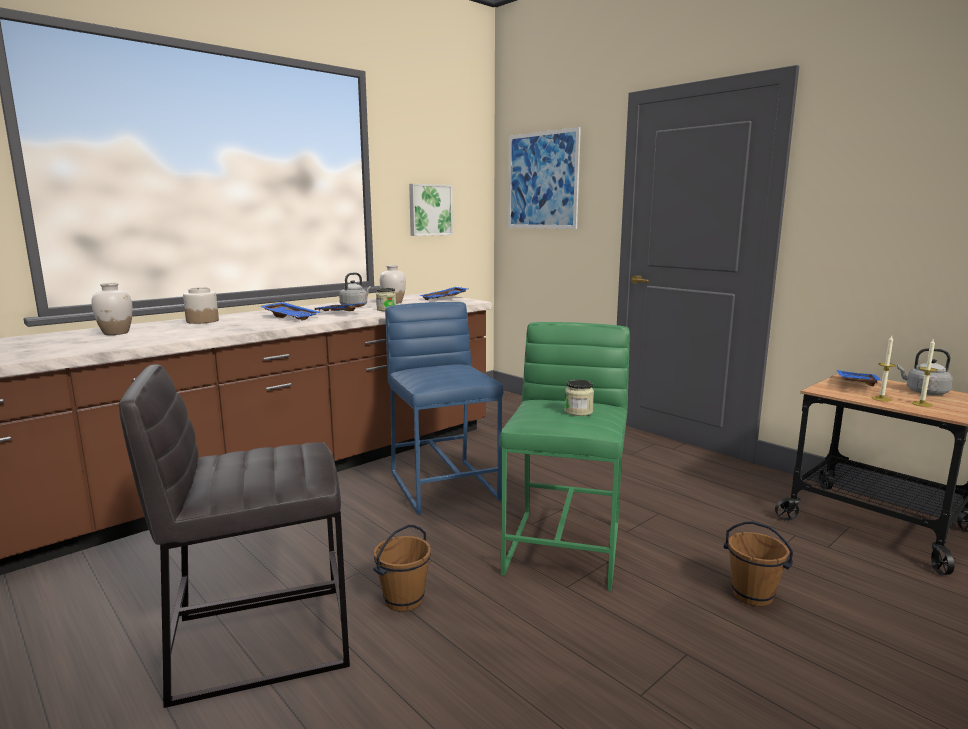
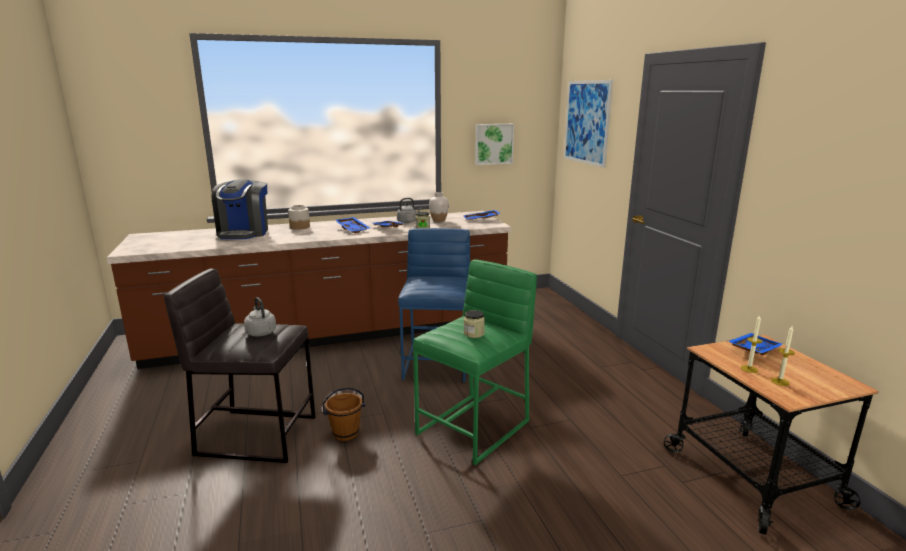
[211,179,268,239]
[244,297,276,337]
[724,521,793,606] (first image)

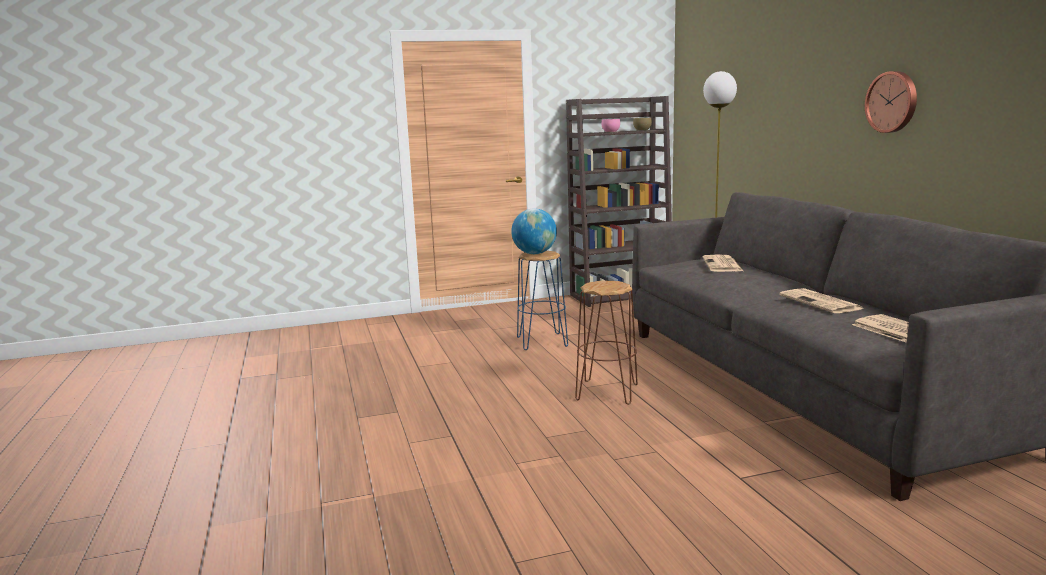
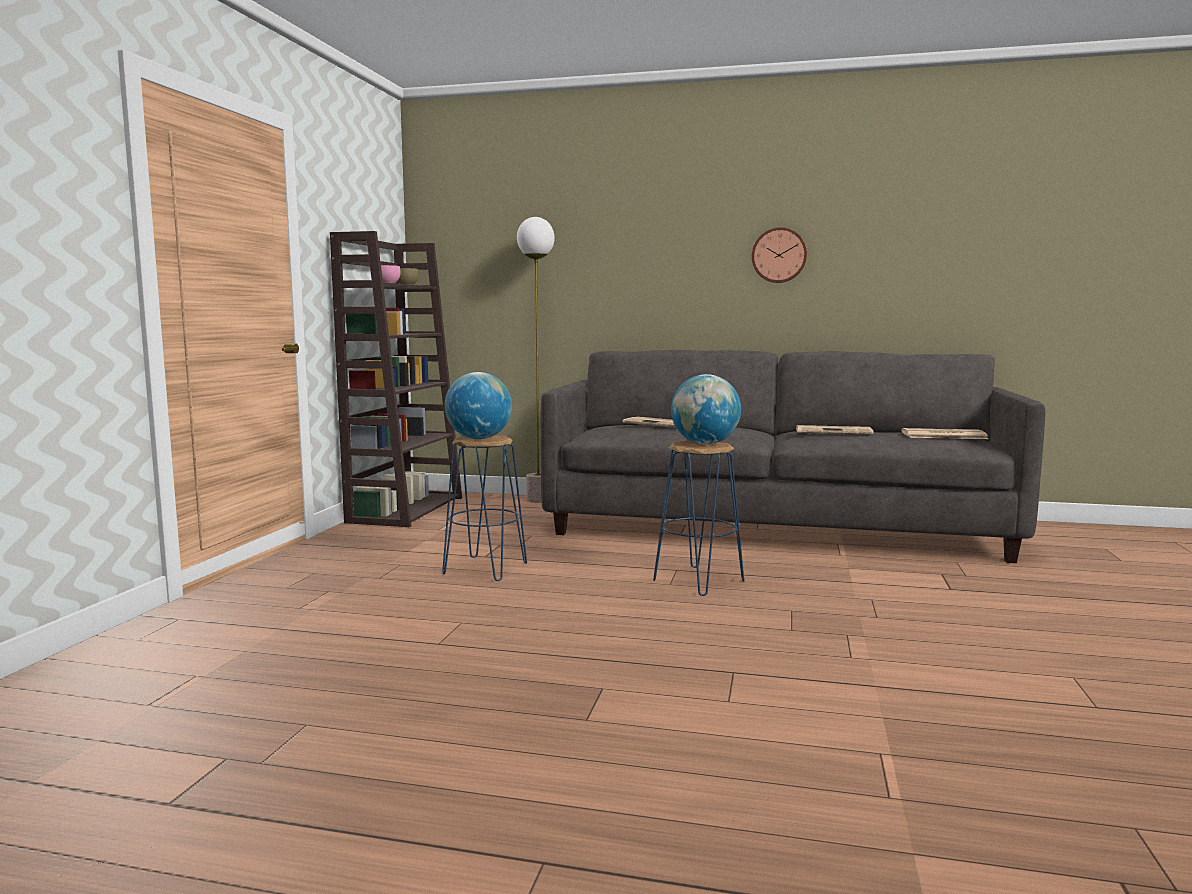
[653,441,745,596]
[671,374,741,444]

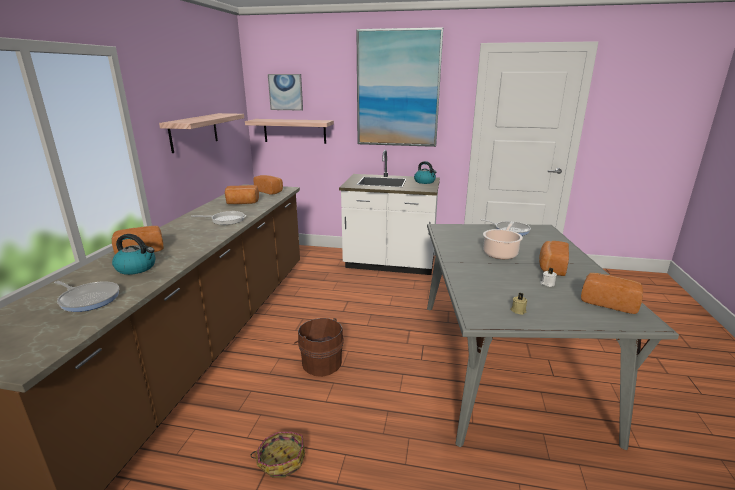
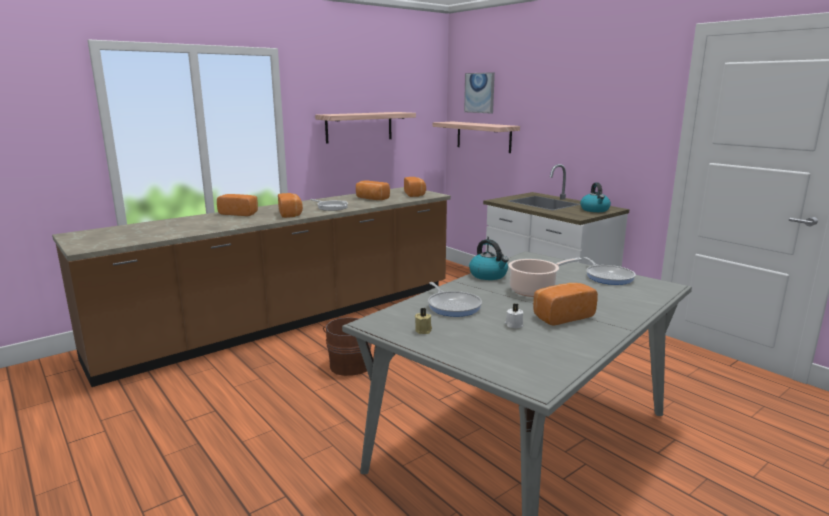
[278,193,303,218]
[428,282,482,317]
[469,239,509,280]
[250,432,305,477] (first image)
[356,27,443,147] (first image)

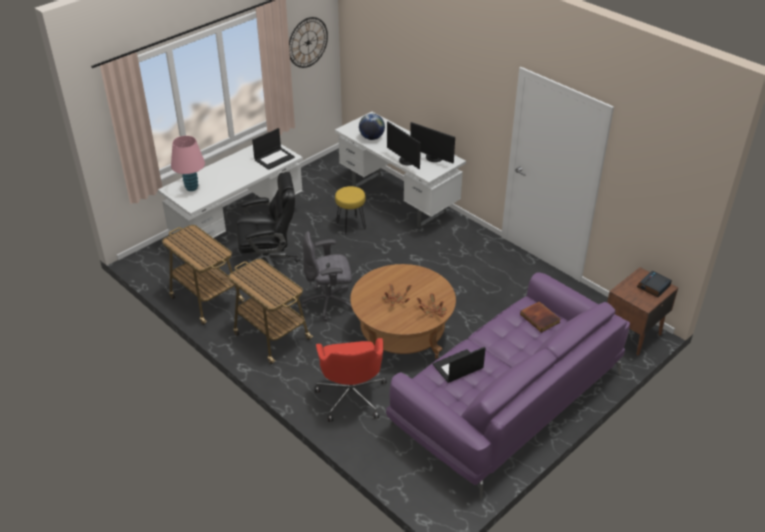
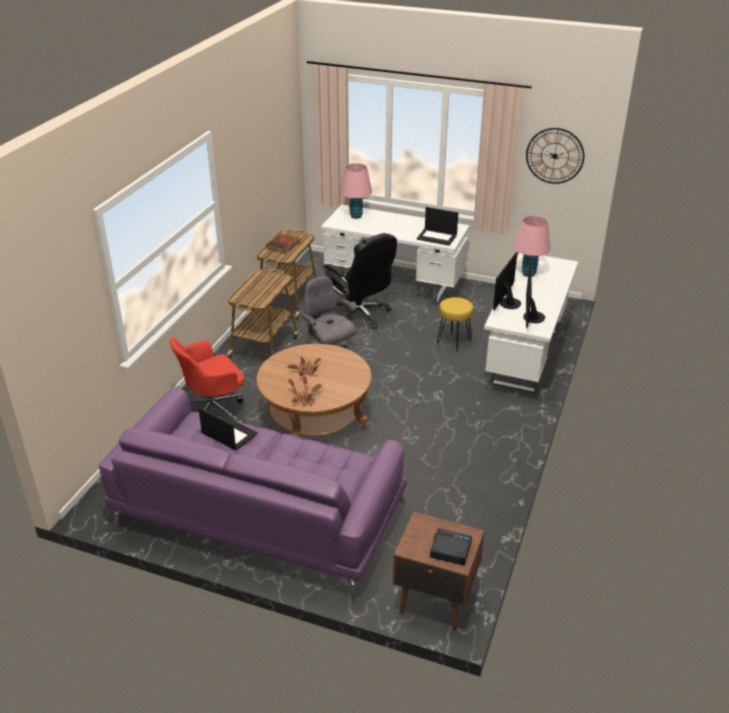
[266,233,300,254]
[514,216,550,277]

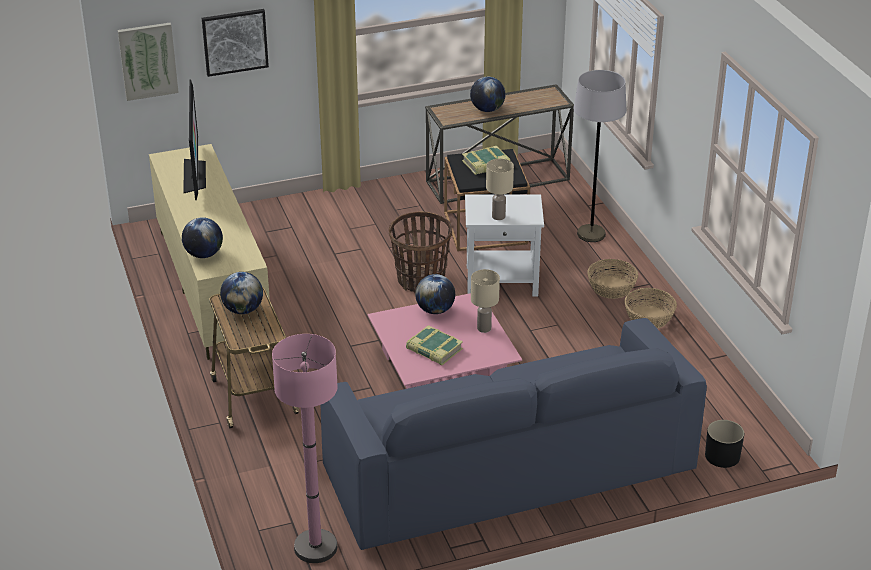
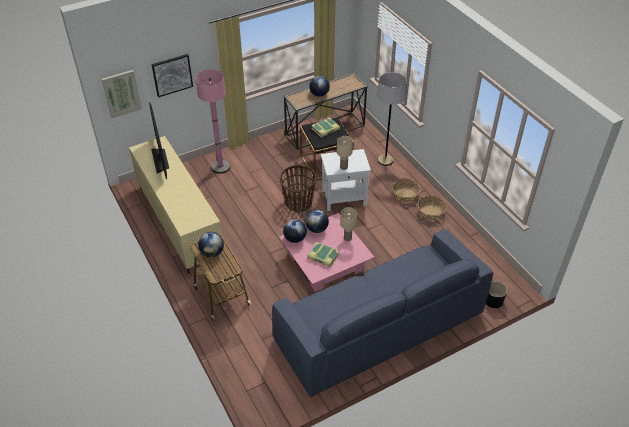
[196,69,230,174]
[283,219,307,243]

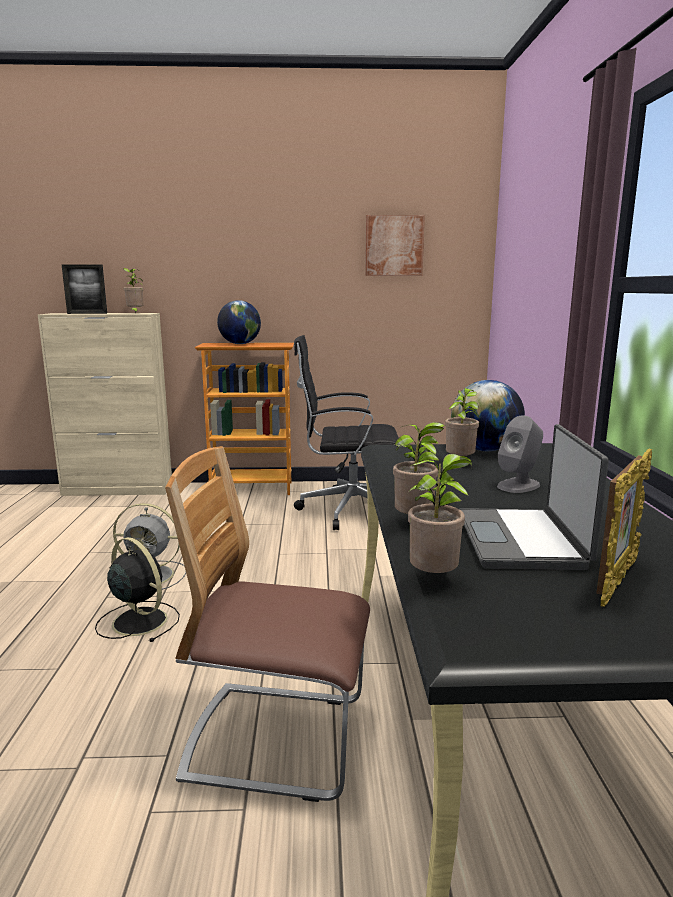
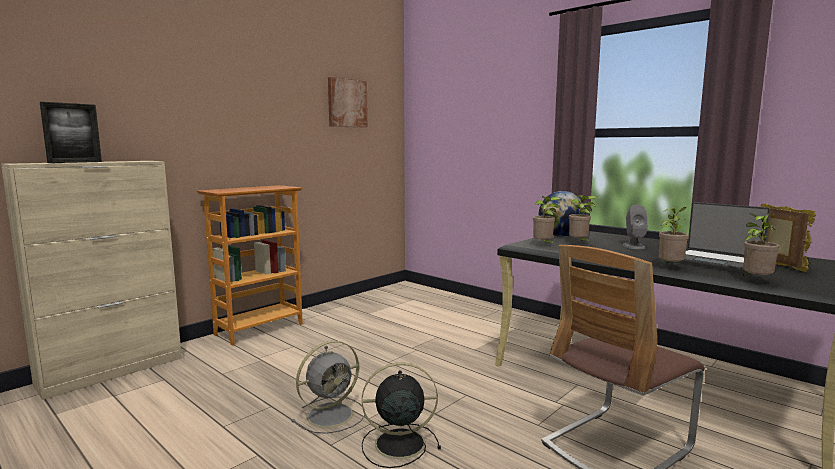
[533,196,561,244]
[217,300,261,344] (first image)
[294,335,399,530] (first image)

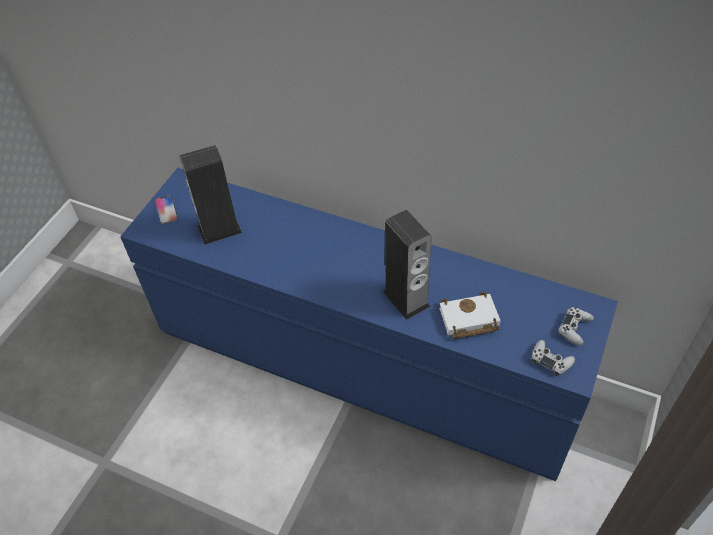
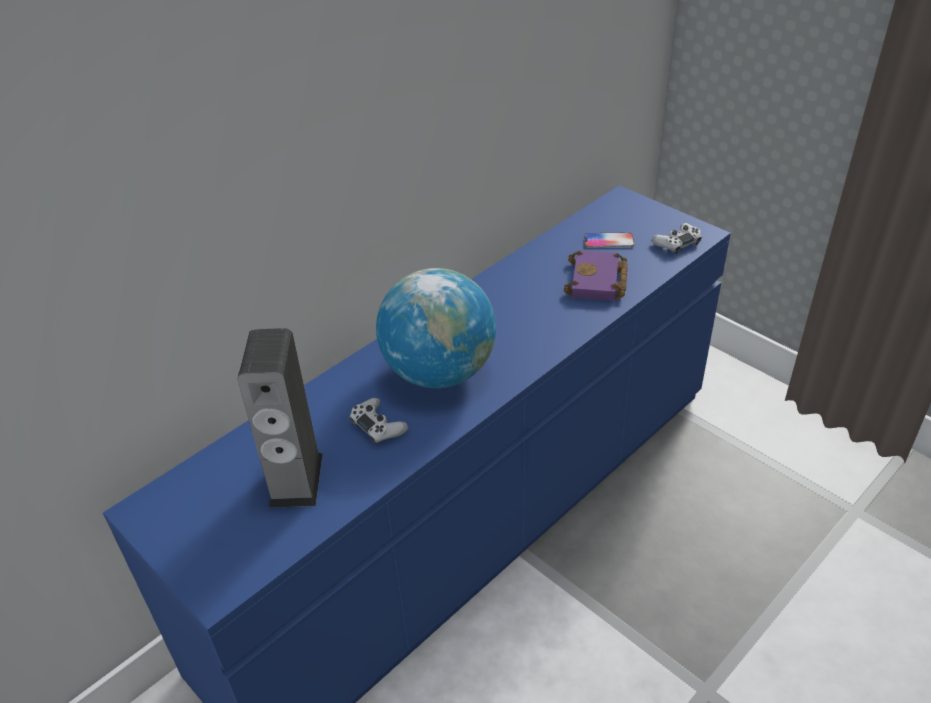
[350,398,408,444]
[376,268,496,388]
[564,250,628,301]
[584,233,634,248]
[383,210,432,320] (first image)

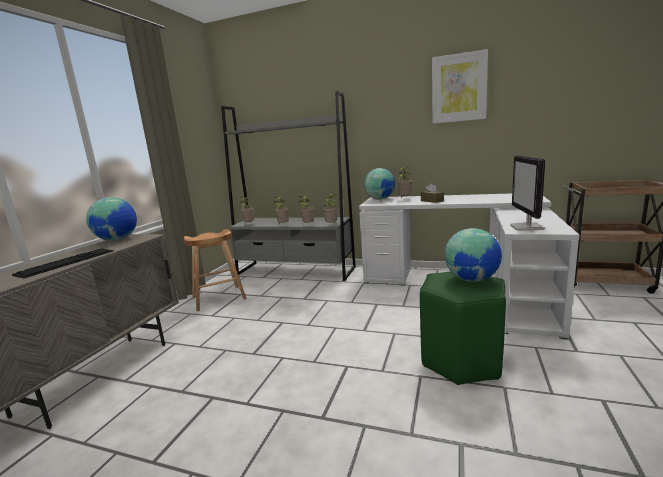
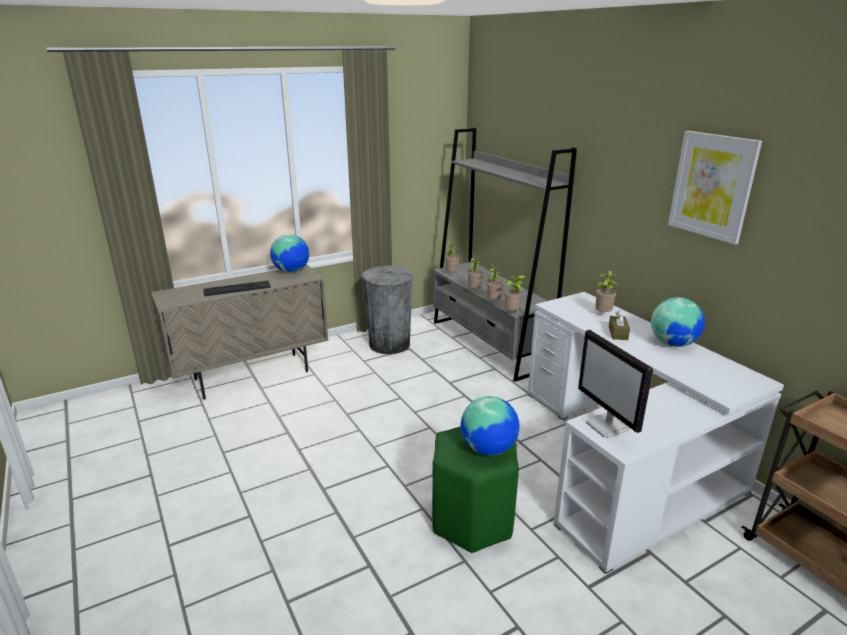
[362,265,414,354]
[578,330,653,438]
[651,297,705,347]

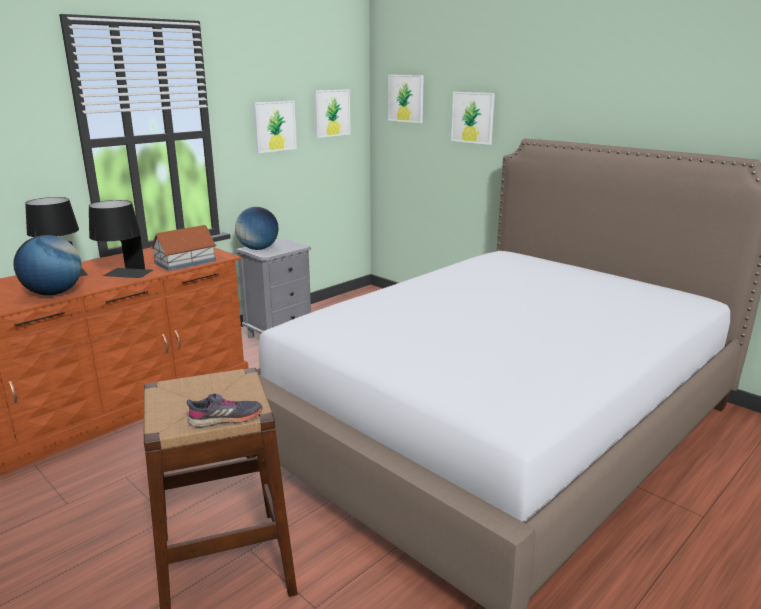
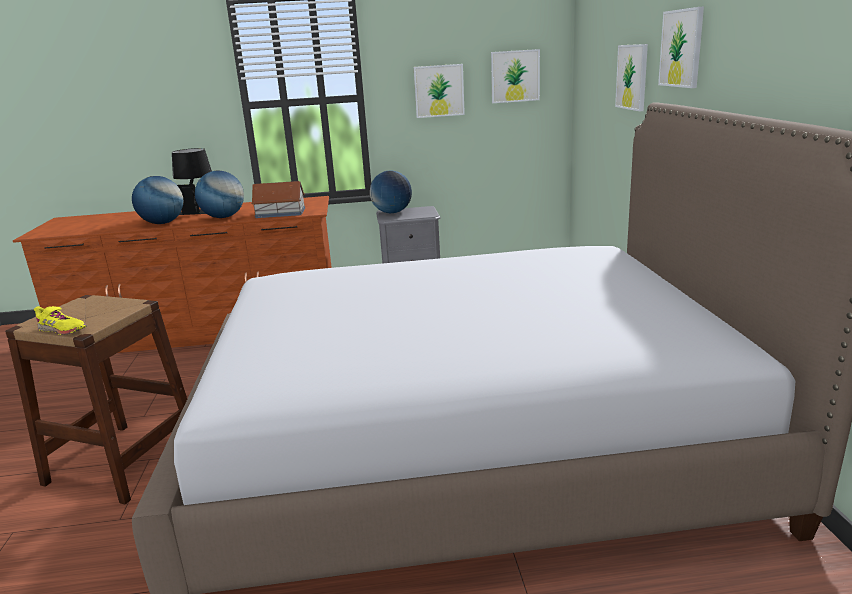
[34,306,87,335]
[195,171,244,218]
[658,6,704,88]

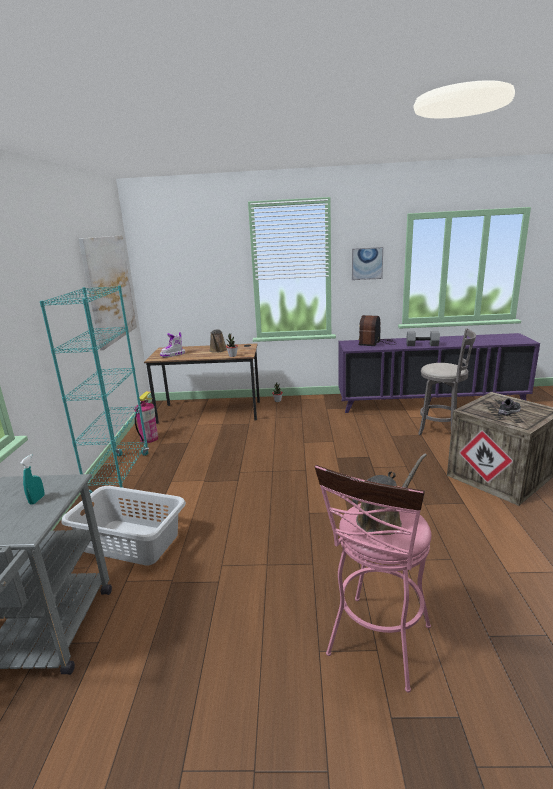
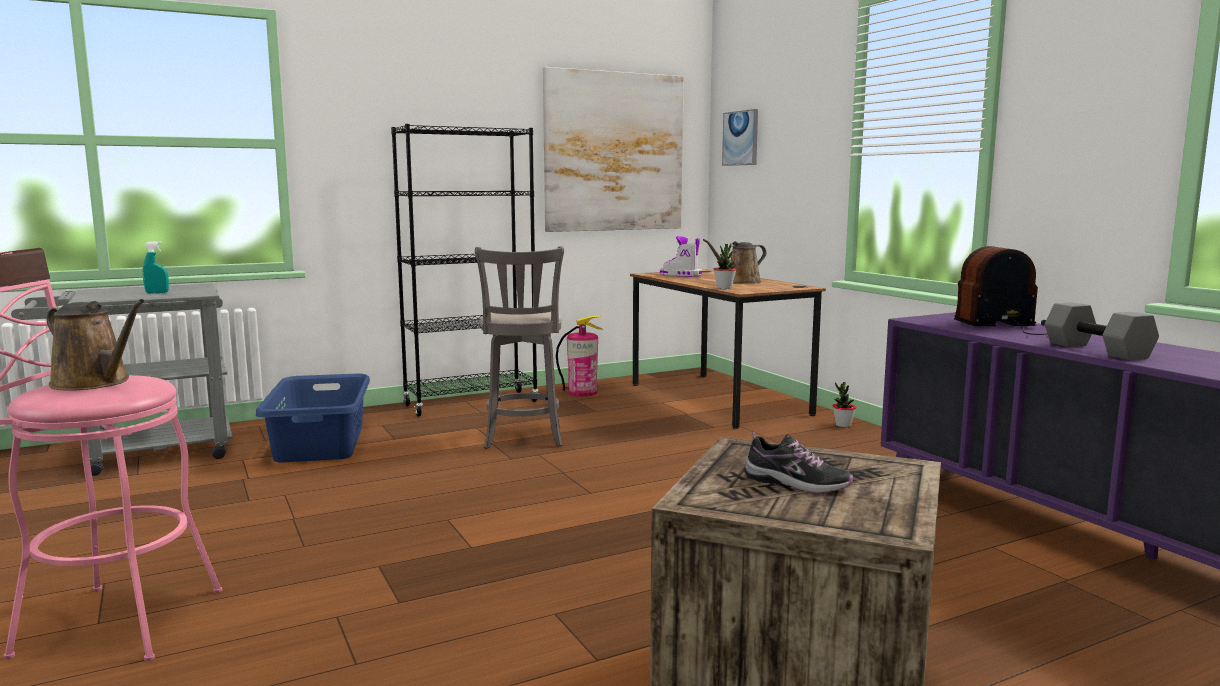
[256,374,370,463]
[391,124,538,417]
[475,246,564,449]
[722,109,758,166]

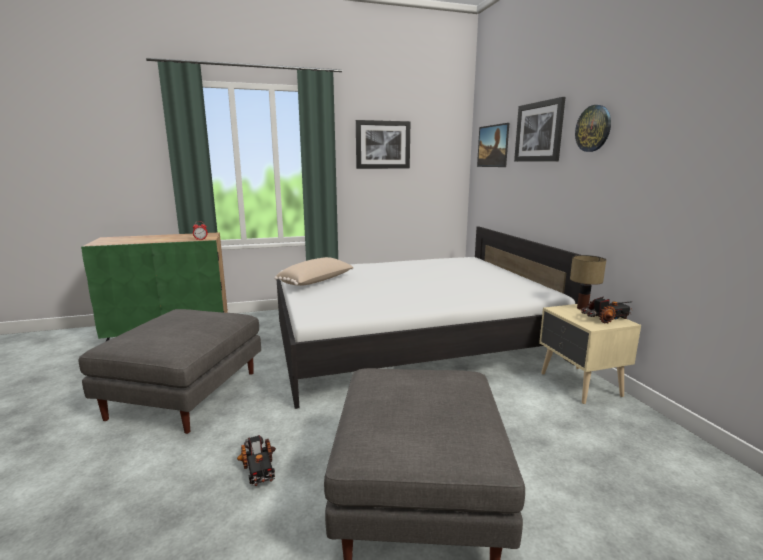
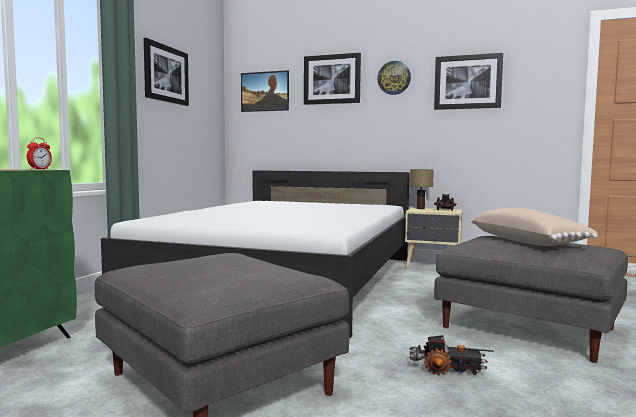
[434,53,503,110]
[471,208,598,246]

